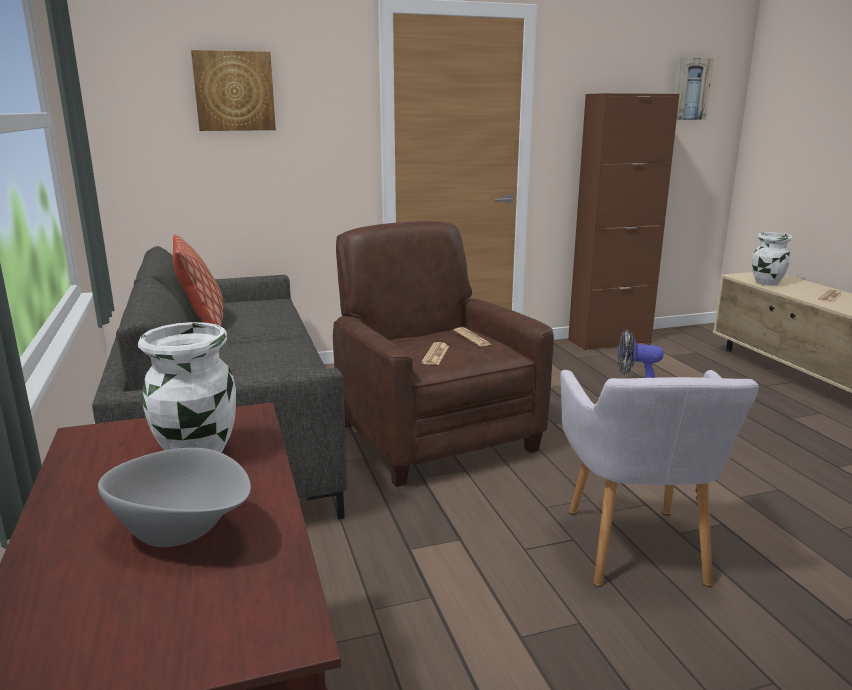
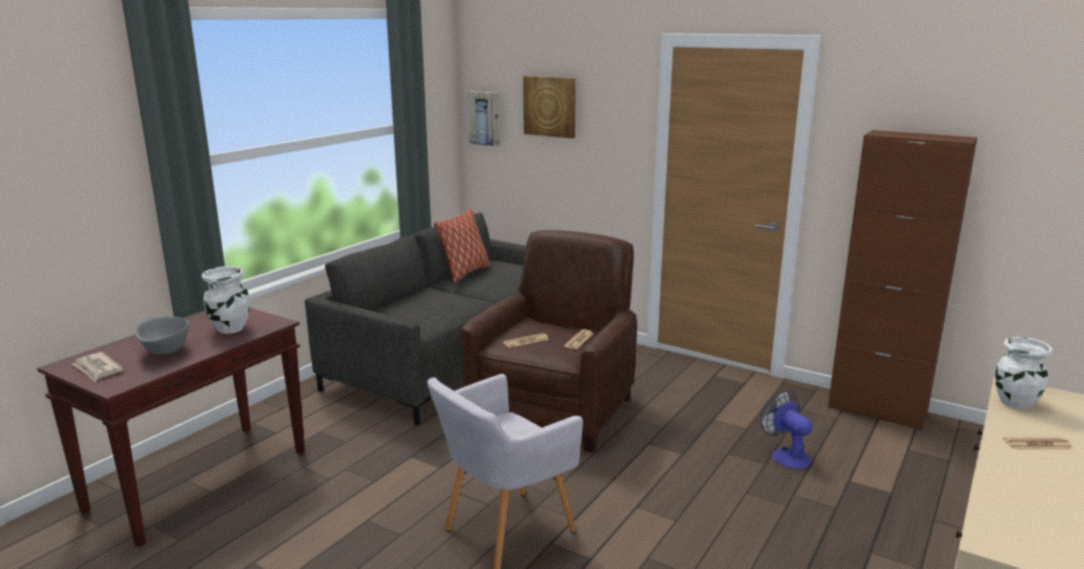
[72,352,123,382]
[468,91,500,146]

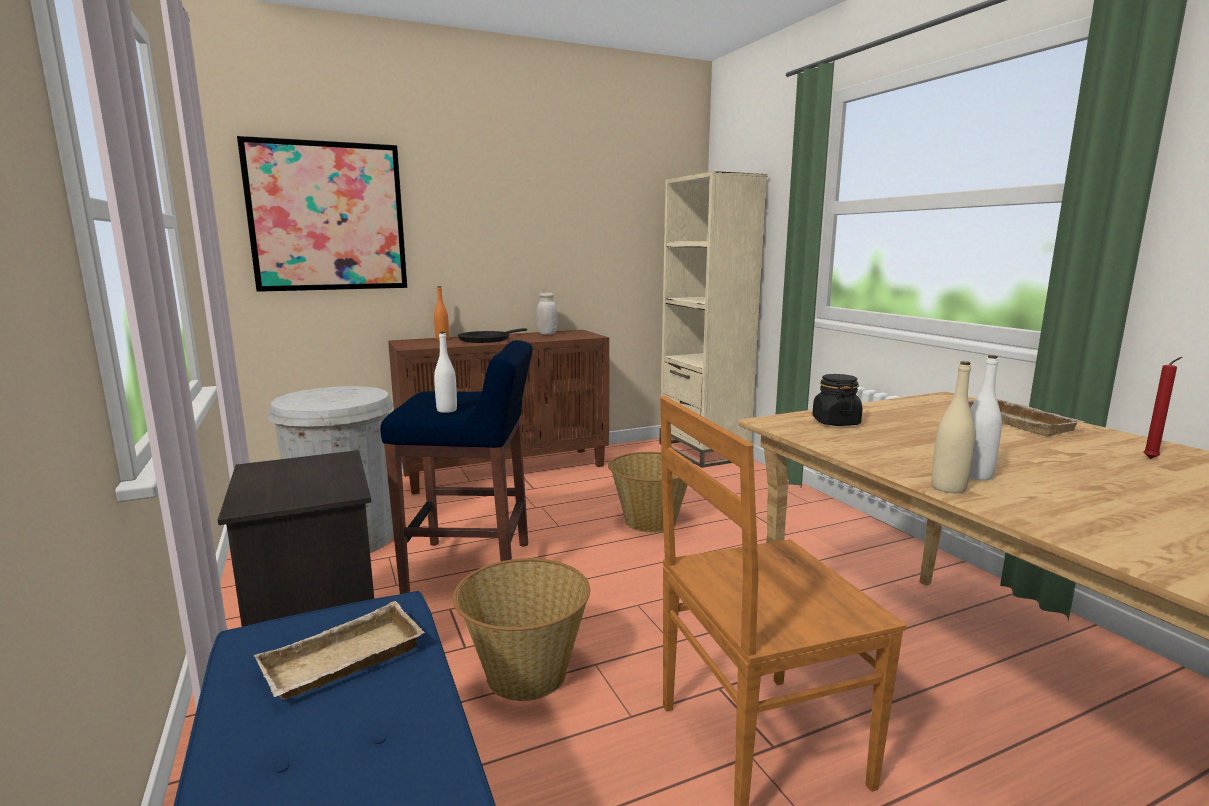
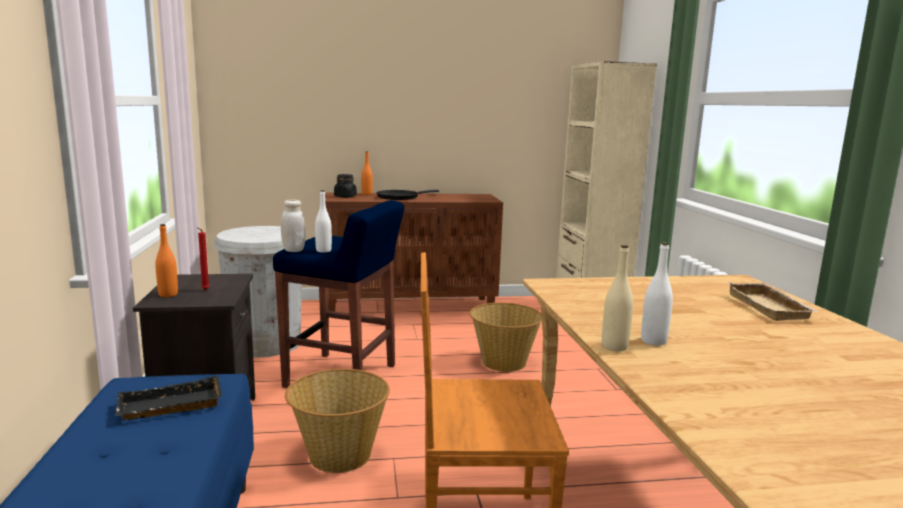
[115,375,222,420]
[156,224,178,297]
[197,227,210,290]
[281,199,305,252]
[334,174,357,198]
[237,136,407,292] (first image)

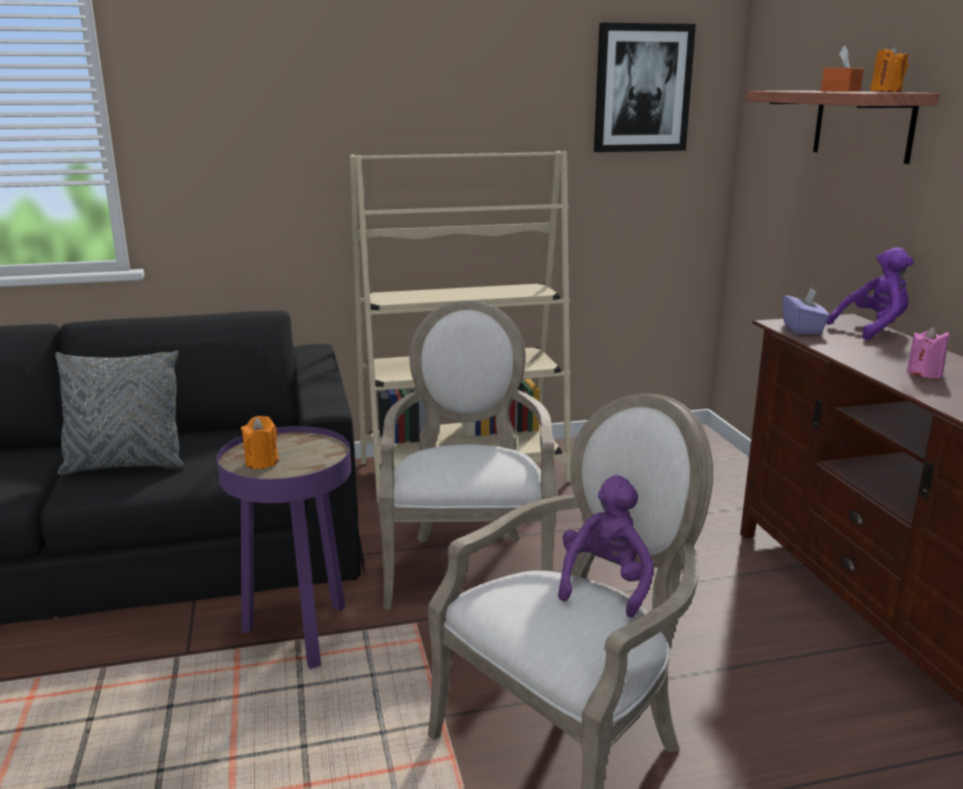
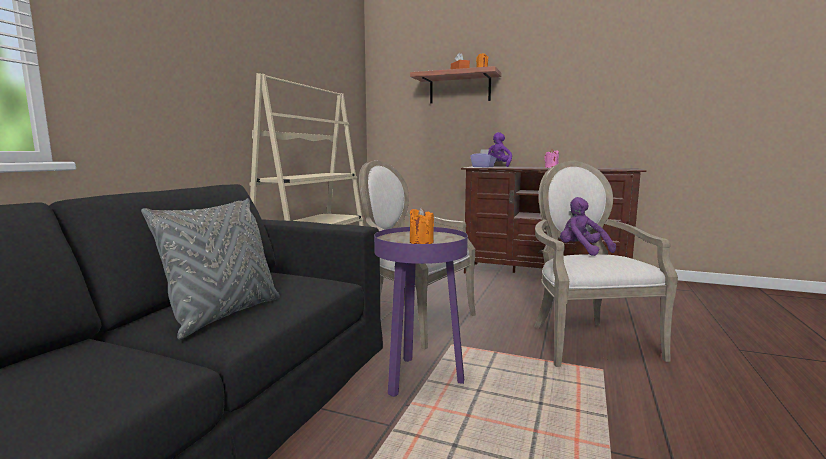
[594,23,696,152] (first image)

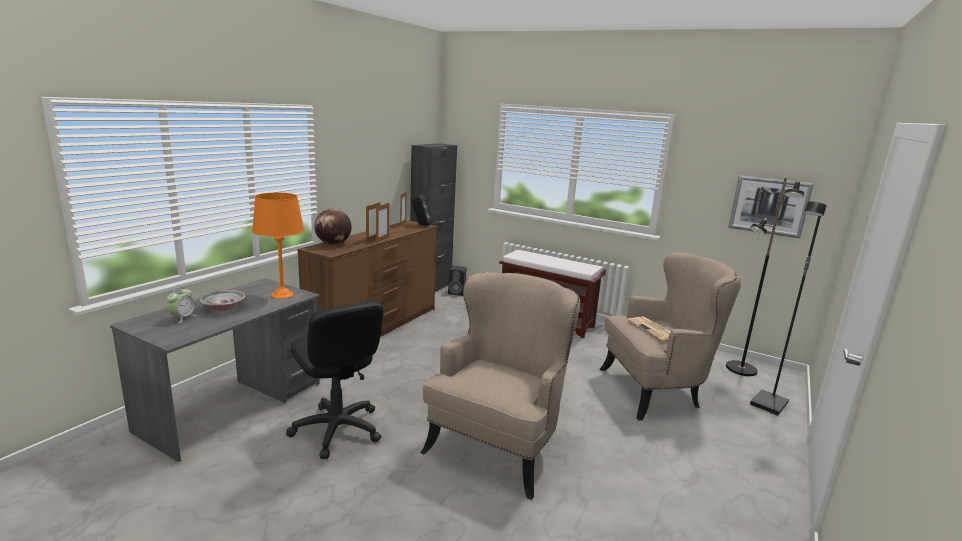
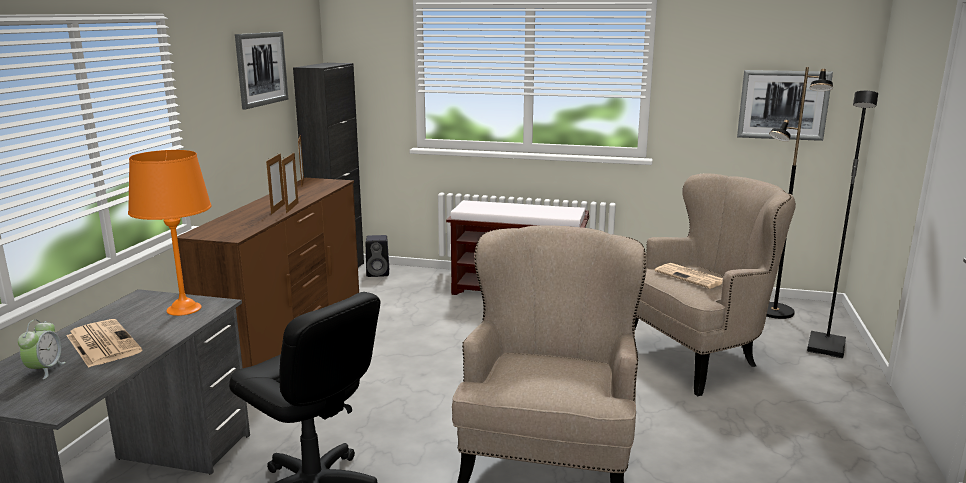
[66,319,142,368]
[235,32,288,109]
[314,209,352,245] (first image)
[412,195,433,226] (first image)

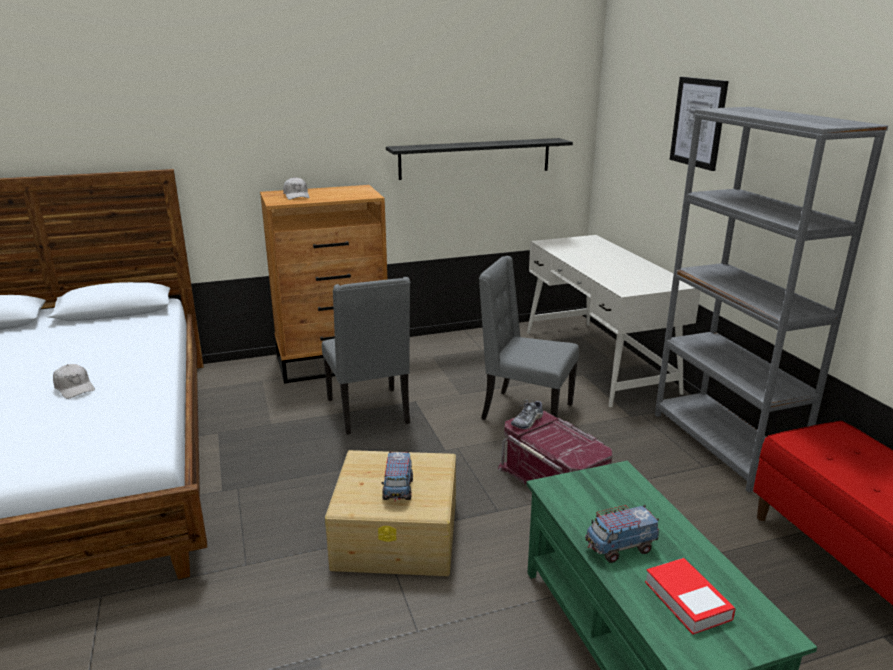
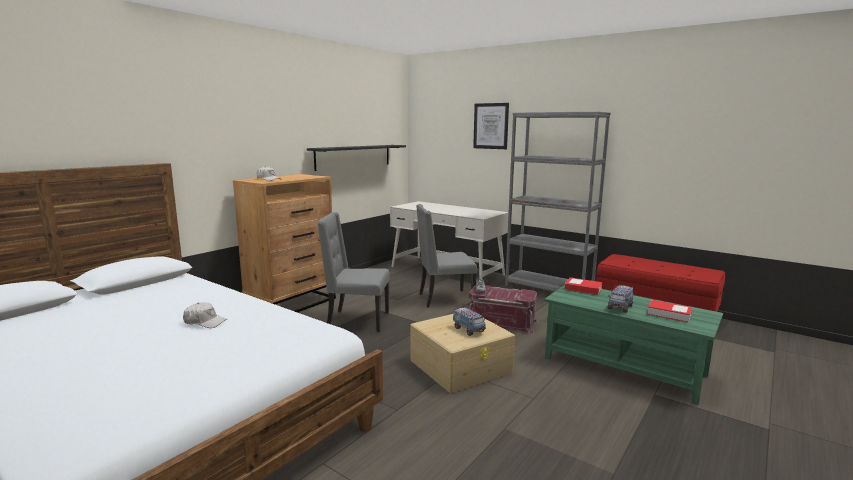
[317,212,390,332]
[565,278,602,295]

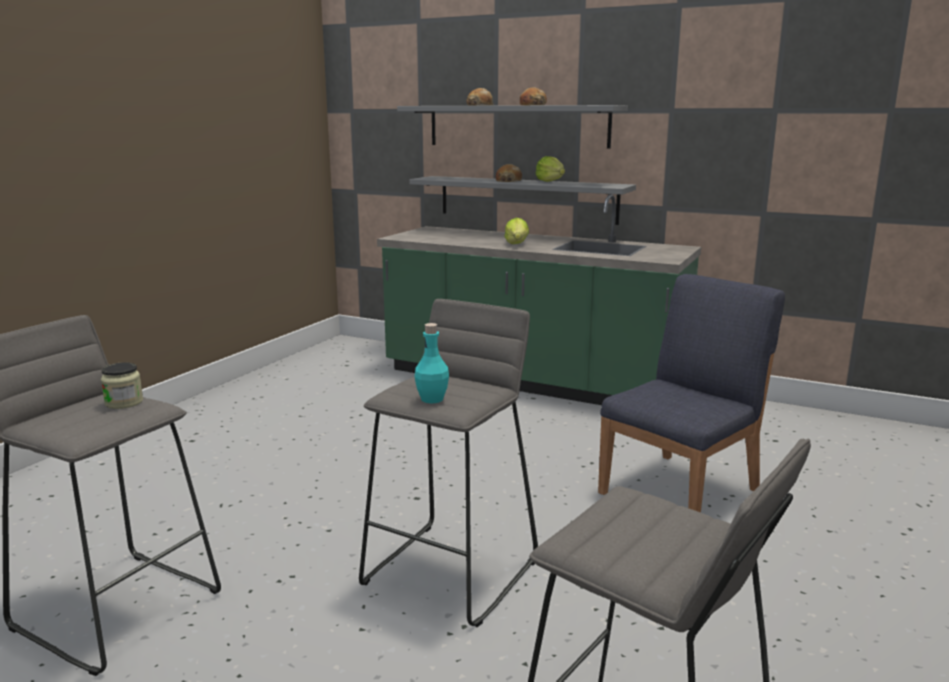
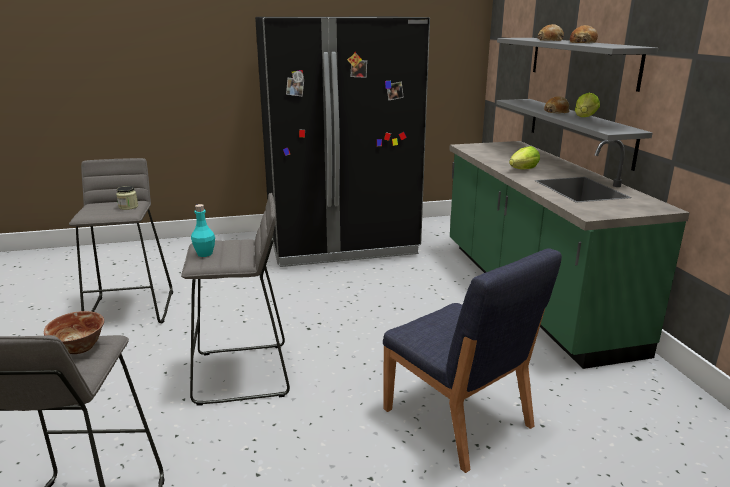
[44,311,104,354]
[255,17,430,267]
[383,248,562,473]

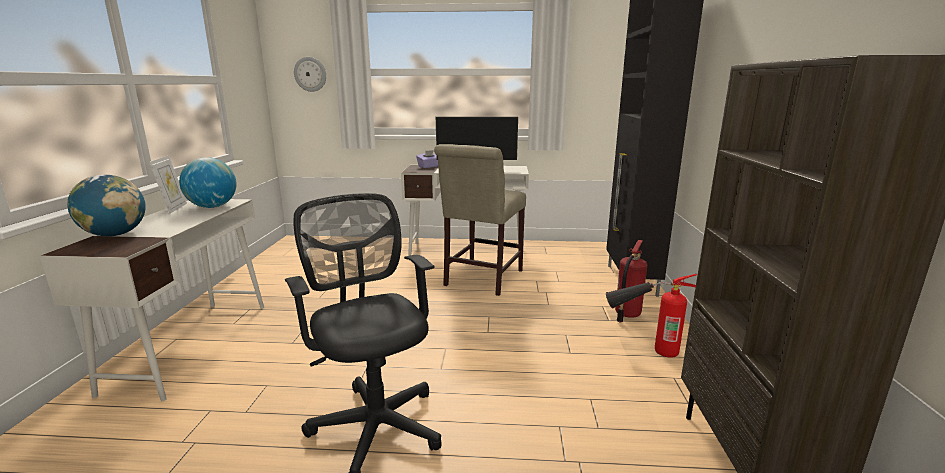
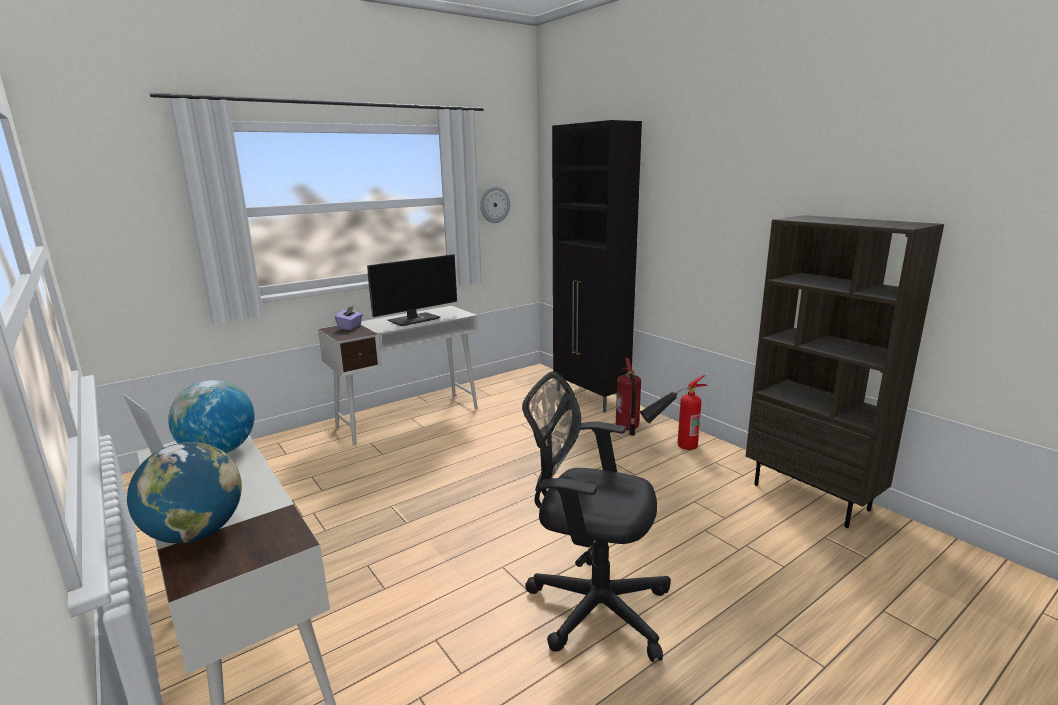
[480,186,510,223]
[434,144,526,296] (first image)

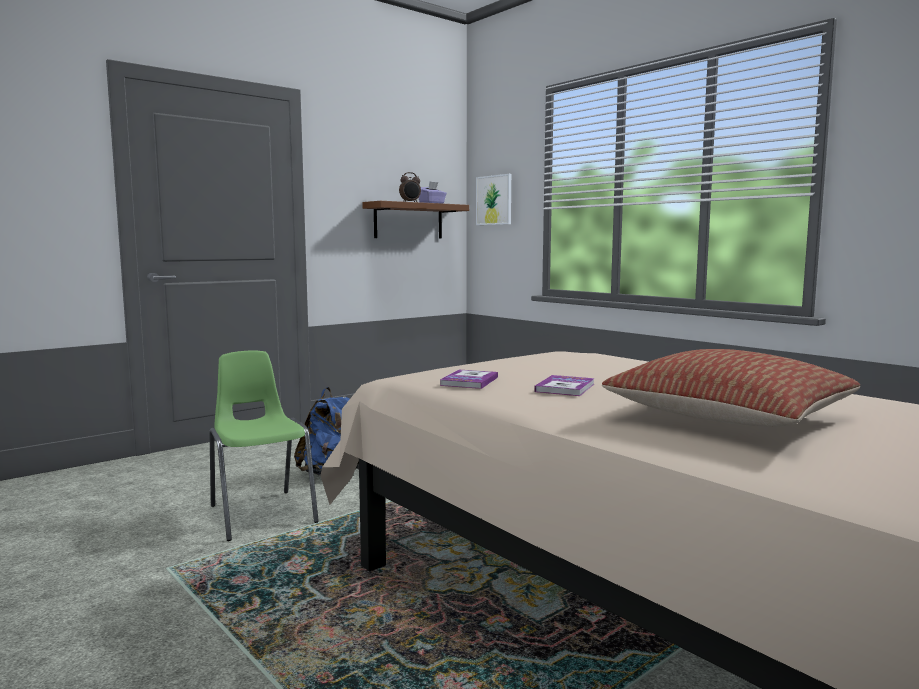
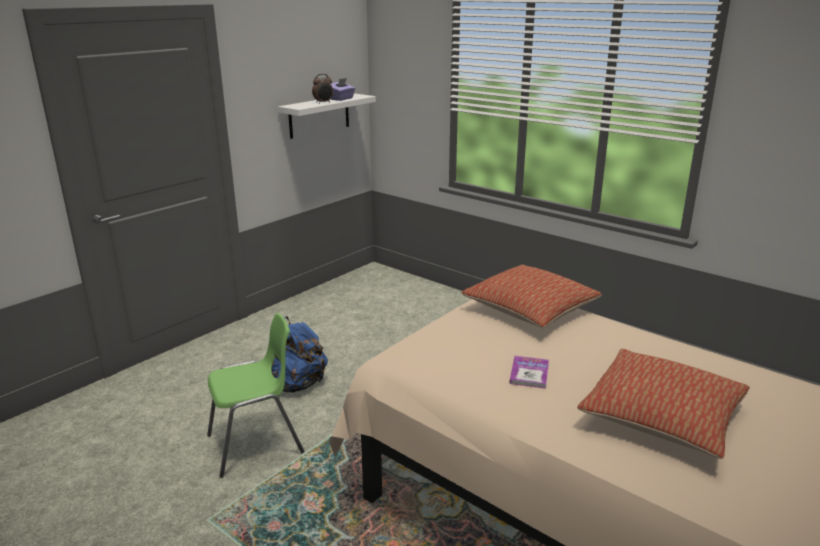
[207,313,304,478]
[278,94,376,139]
[461,265,602,328]
[440,370,498,389] (first image)
[476,174,511,225] (first image)

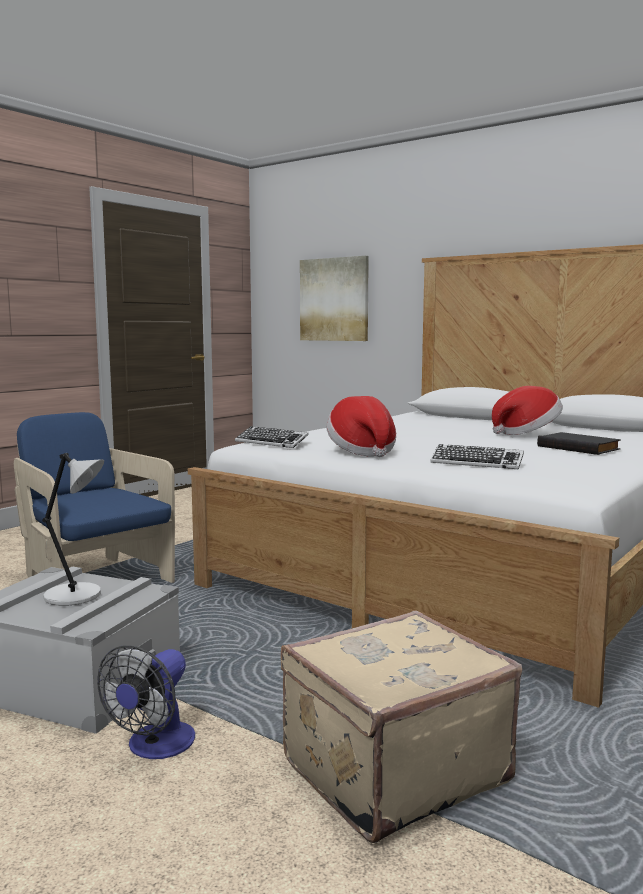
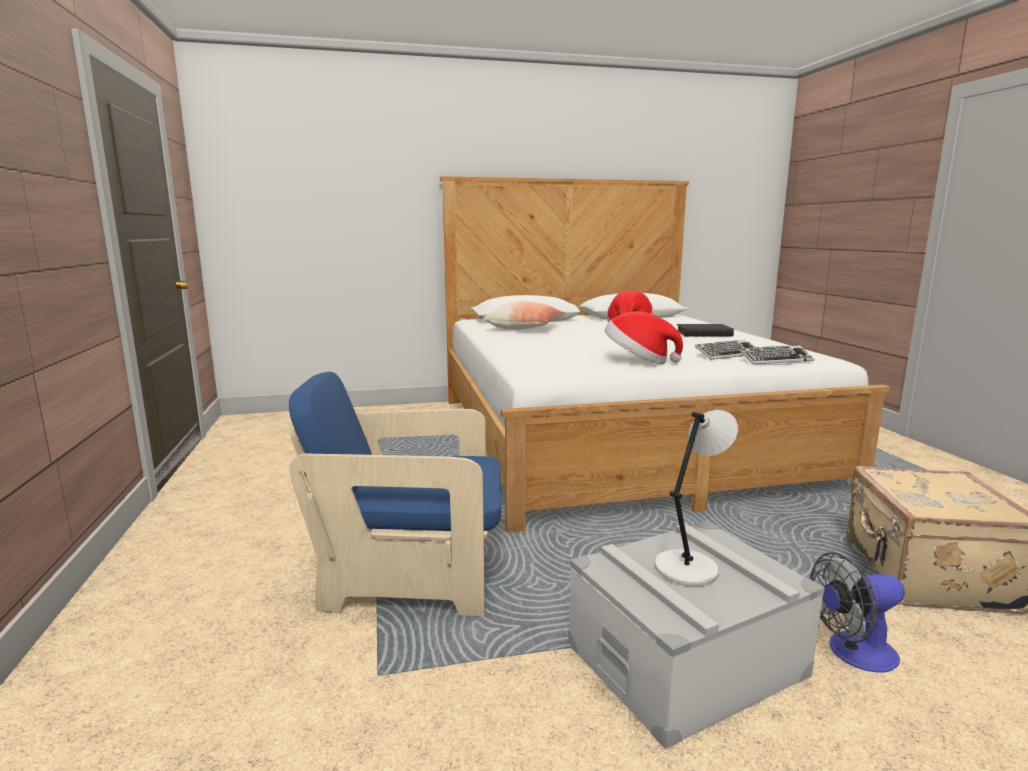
[484,301,566,330]
[739,345,815,365]
[810,552,905,673]
[300,256,369,341] (first image)

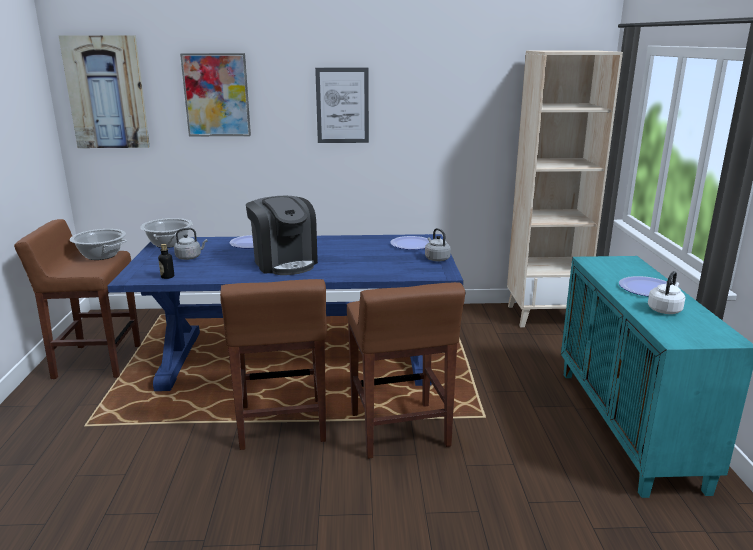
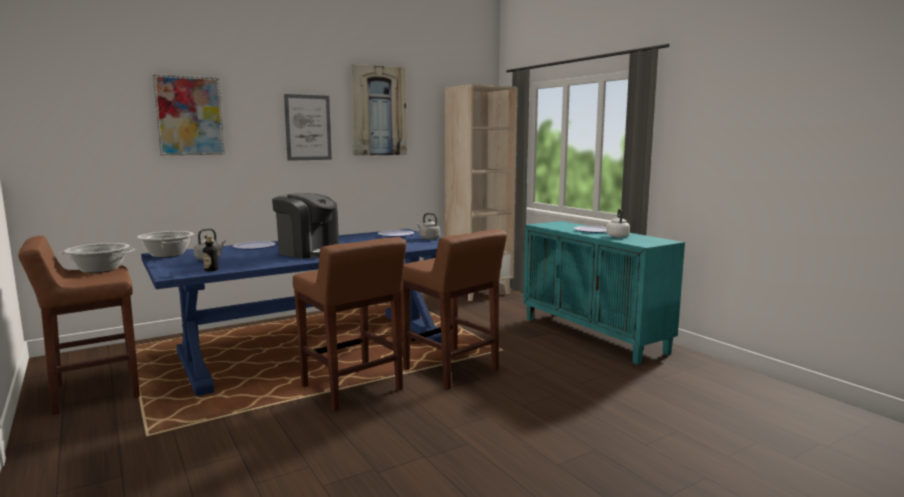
[350,64,407,156]

